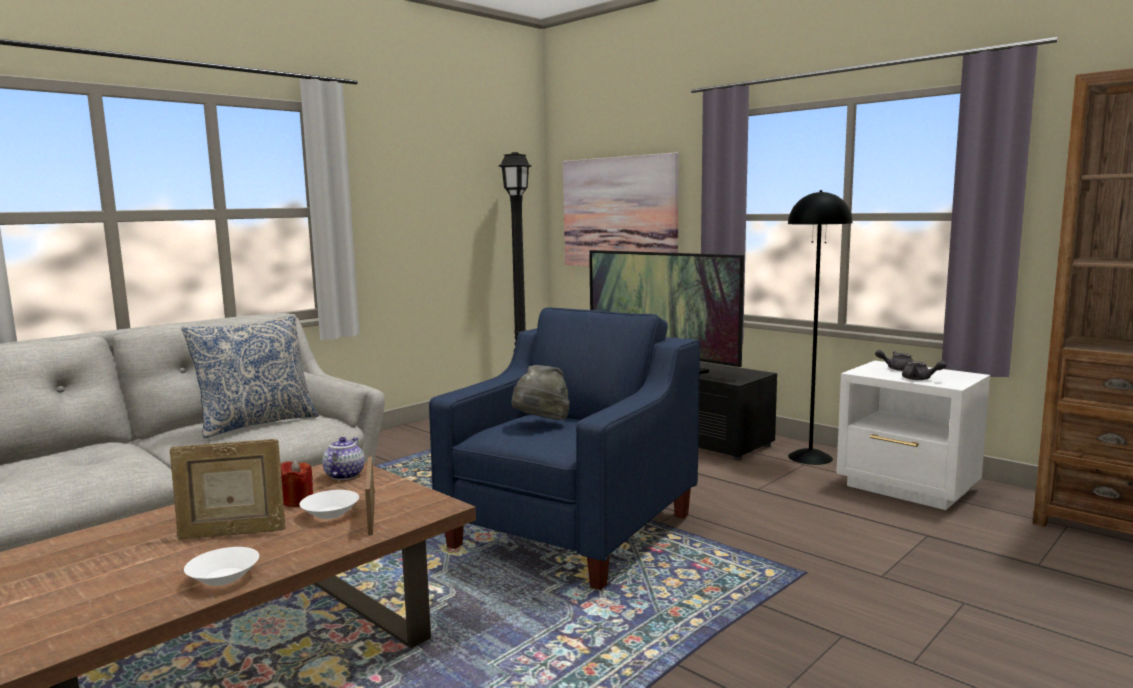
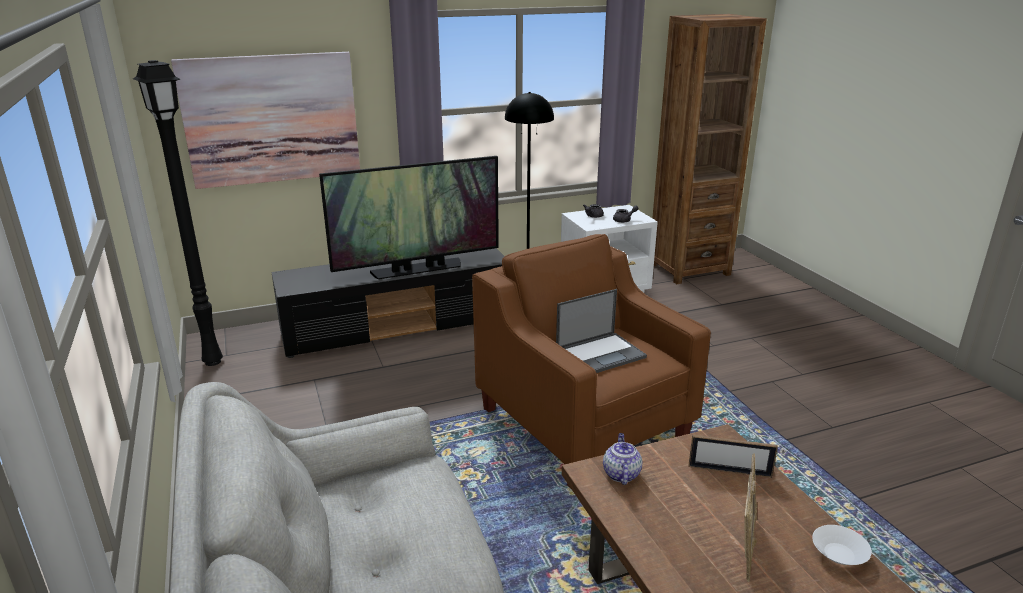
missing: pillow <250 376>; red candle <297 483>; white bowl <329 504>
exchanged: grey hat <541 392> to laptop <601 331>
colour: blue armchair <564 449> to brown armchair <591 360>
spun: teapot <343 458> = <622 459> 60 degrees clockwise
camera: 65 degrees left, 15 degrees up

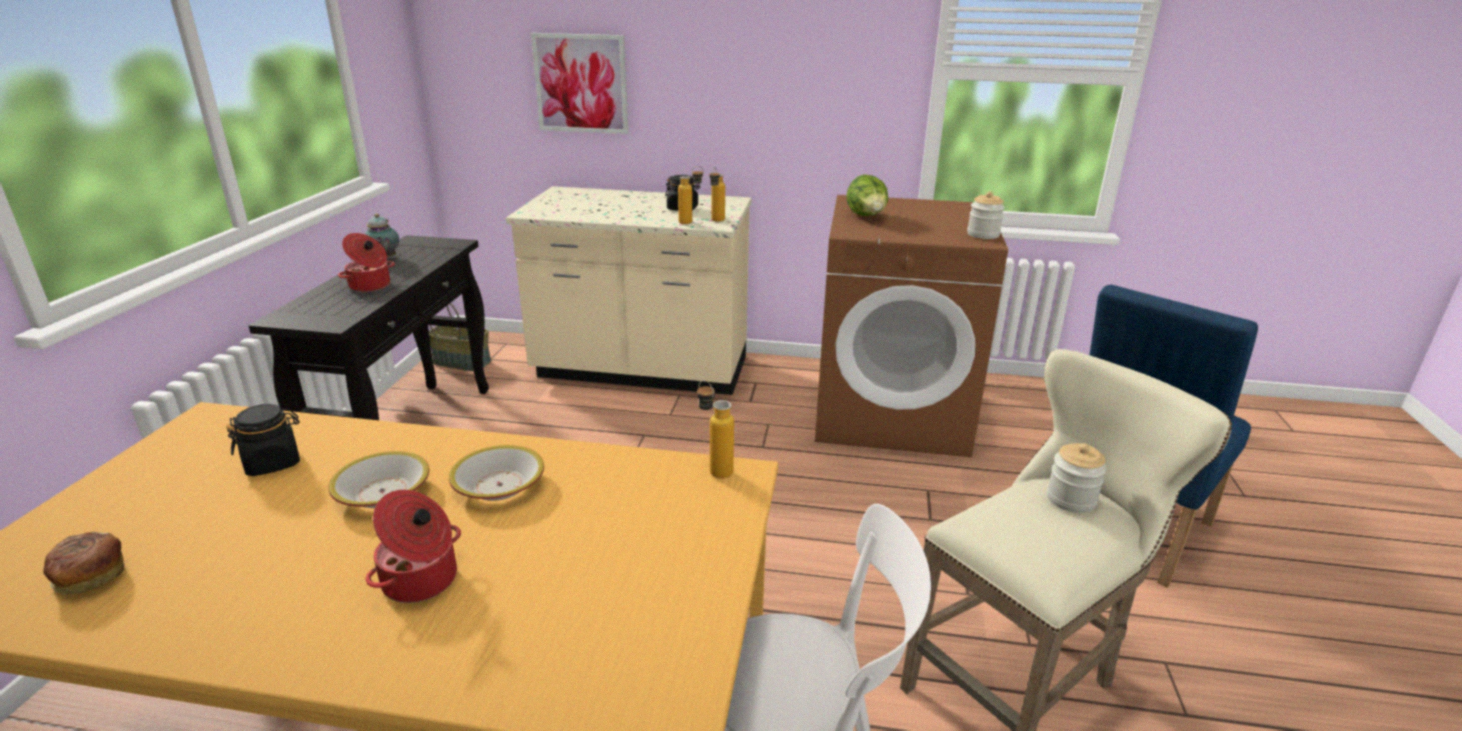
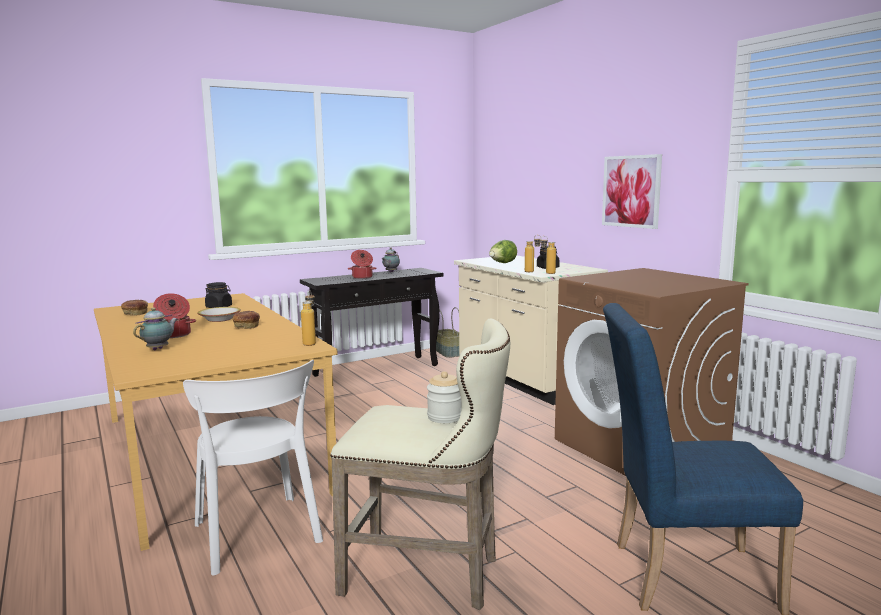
missing: jar <986 215>
appeared: teapot <155 328>
relocated: picture <579 83> to <632 191>; lettuce <867 195> to <503 251>
exchanged: bowl <496 473> to bread <246 320>
camera: 50 degrees right, 15 degrees down

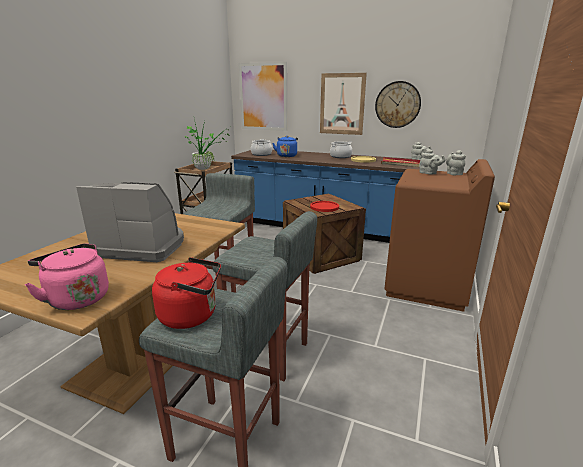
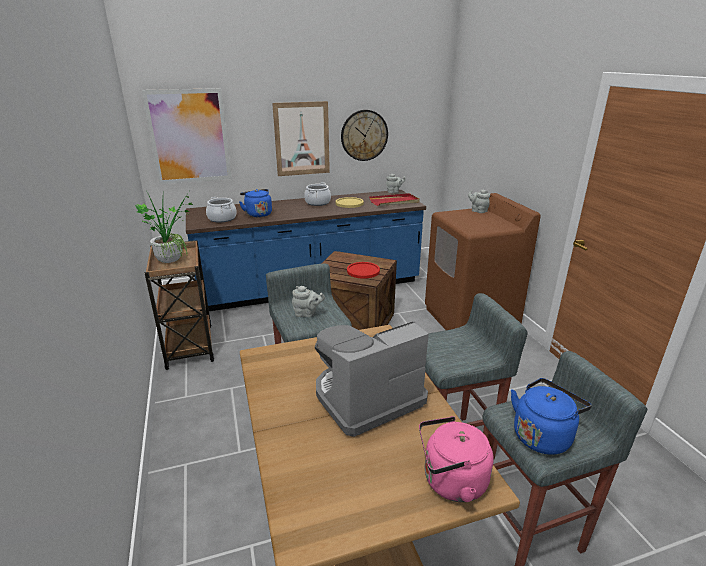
relocated: grey teapot <432 162> to <308 301>
colour: red kettle <186 293> to blue kettle <551 416>
camera: 40 degrees left, 5 degrees up

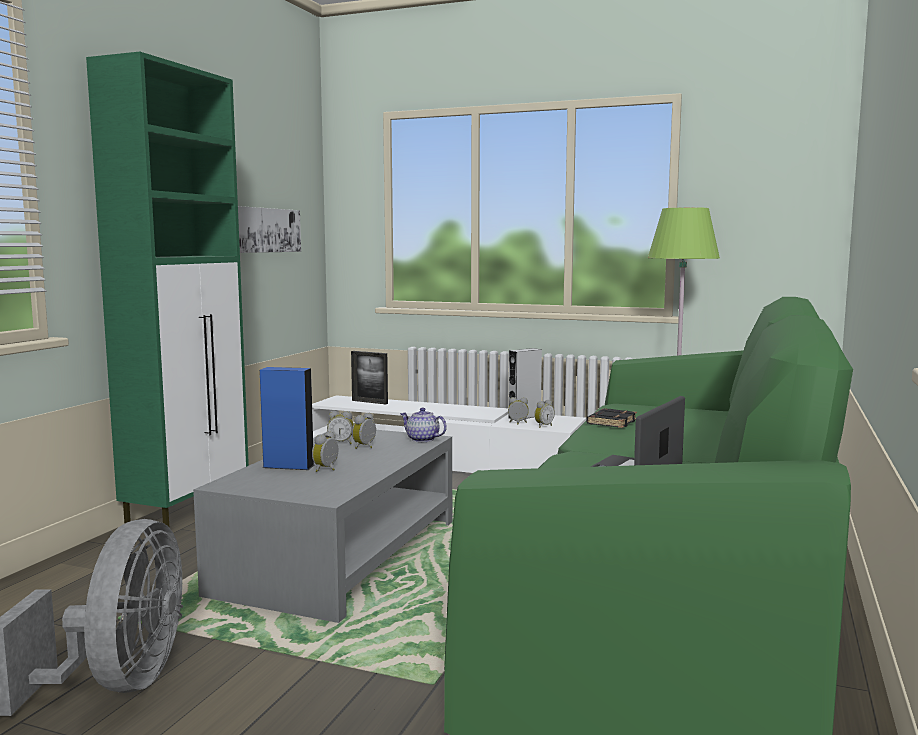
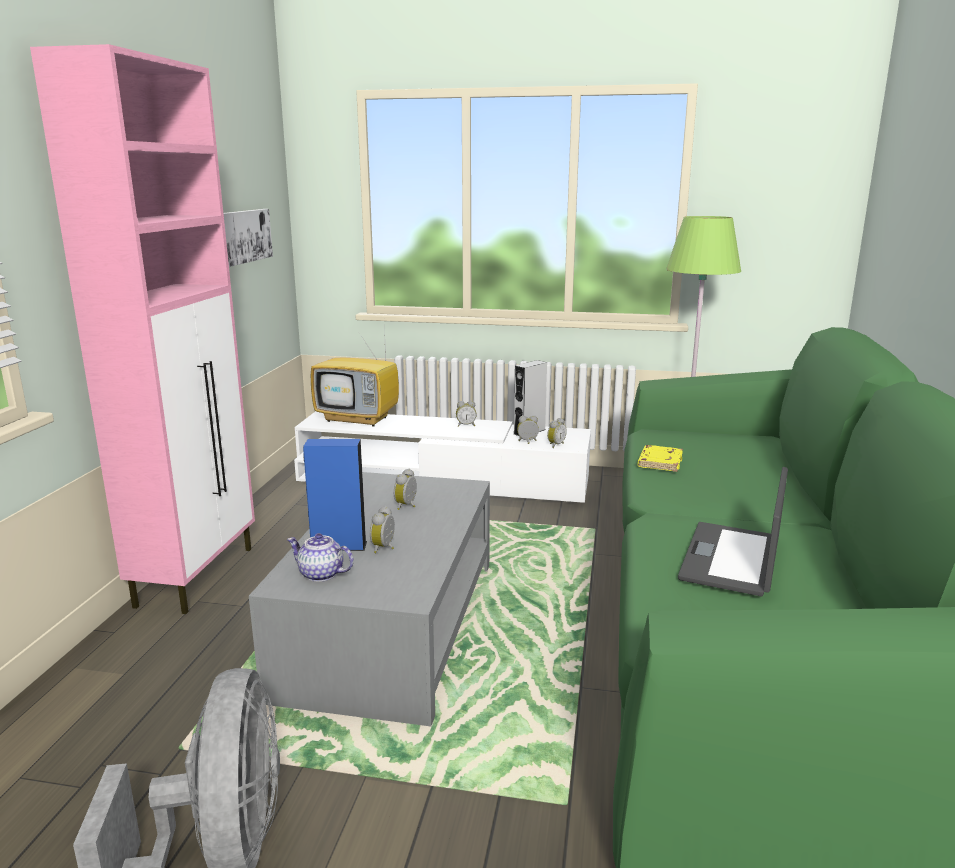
relocated: teapot <423 425> to <320 557>; alarm clock <340 427> to <466 414>
exchanged: picture frame <369 377> to television <355 376>
colour: green cabinet <167 289> to pink cabinet <142 329>; black book <612 418> to yellow book <660 458>
camera: 10 degrees left, 10 degrees up

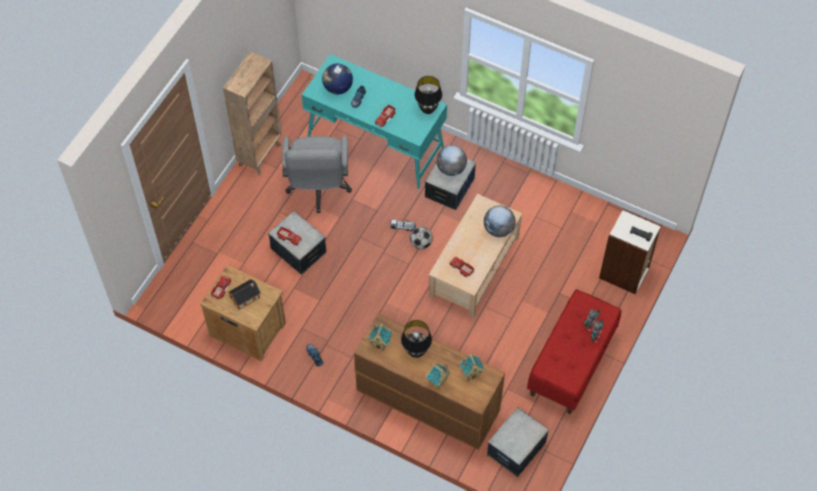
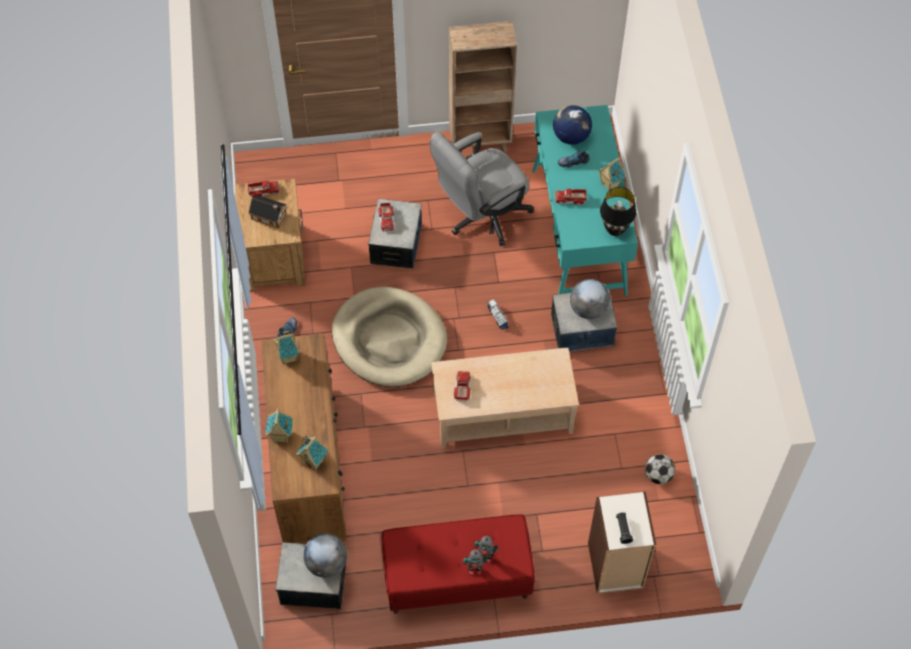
missing: black table lamp <416 339>
appeared: toy house <612 173>; beige dog bed <389 337>
relocated: globe <499 221> to <325 555>; football <421 238> to <660 469>
camera: 55 degrees right, 0 degrees up

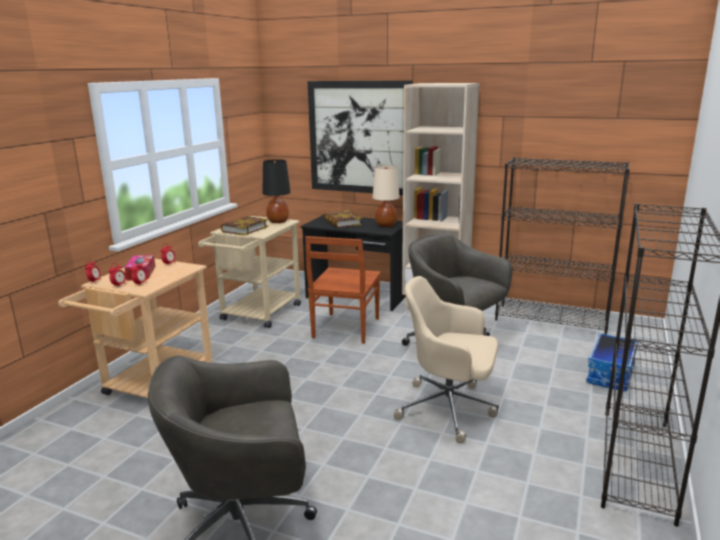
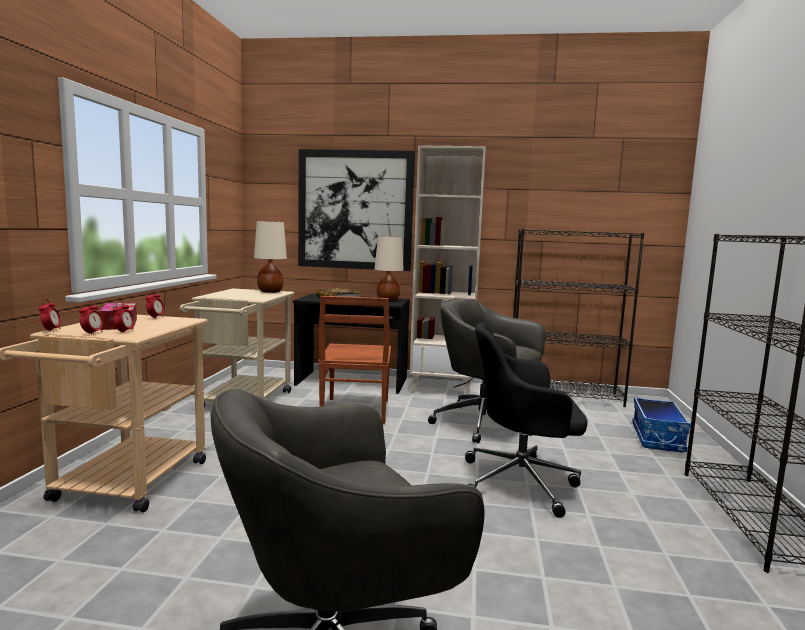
missing: book <244 226>
colour: black table lamp <276 191> to beige table lamp <270 257>; beige office chair <446 359> to black office chair <526 420>
camera: 15 degrees left, 10 degrees down

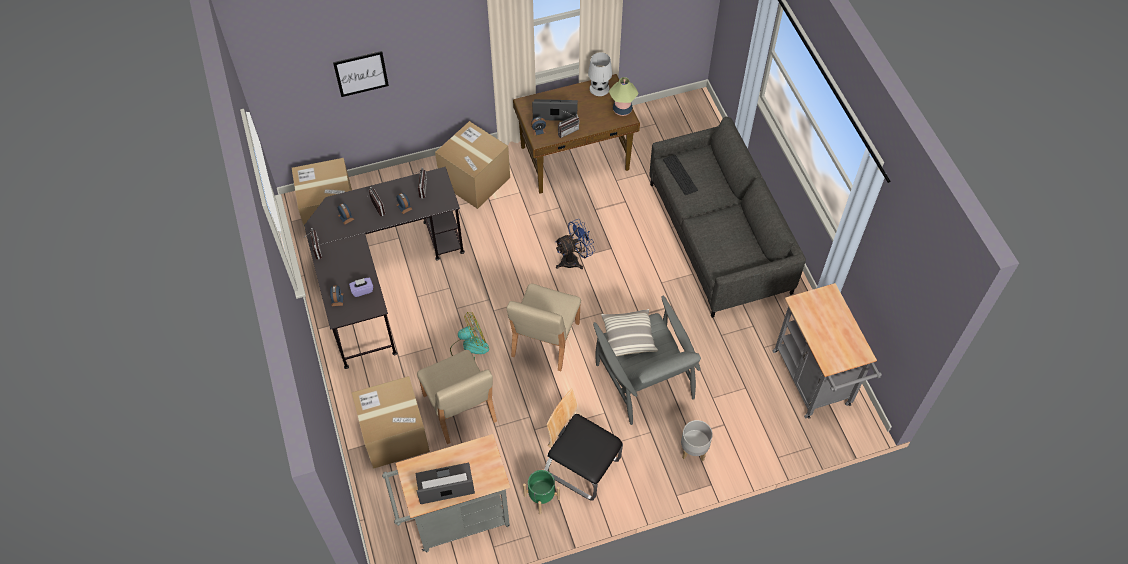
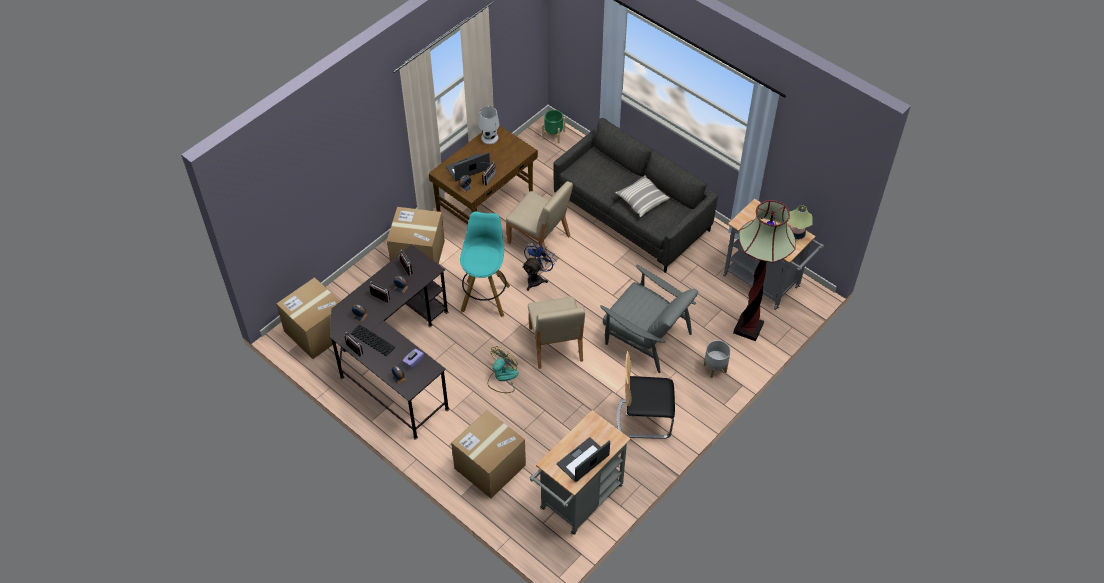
missing: picture <361 74>
appeared: floor lamp <764 270>; turquoise stool <485 264>
relocated: table lamp <624 96> to <800 222>; keyboard <680 175> to <373 340>; pillow <629 332> to <642 196>; beige chair <457 397> to <539 222>; green planter <541 491> to <553 127>
camera: 30 degrees left, 5 degrees down

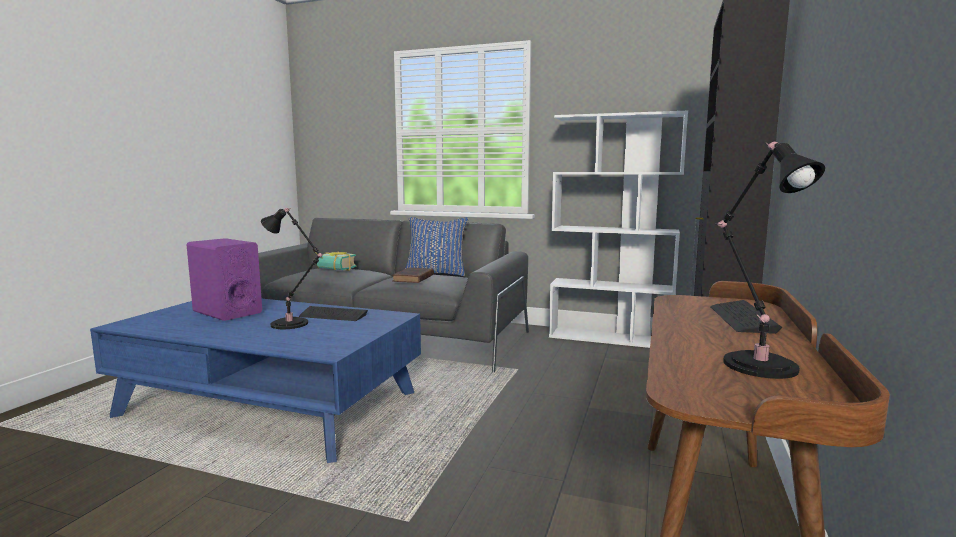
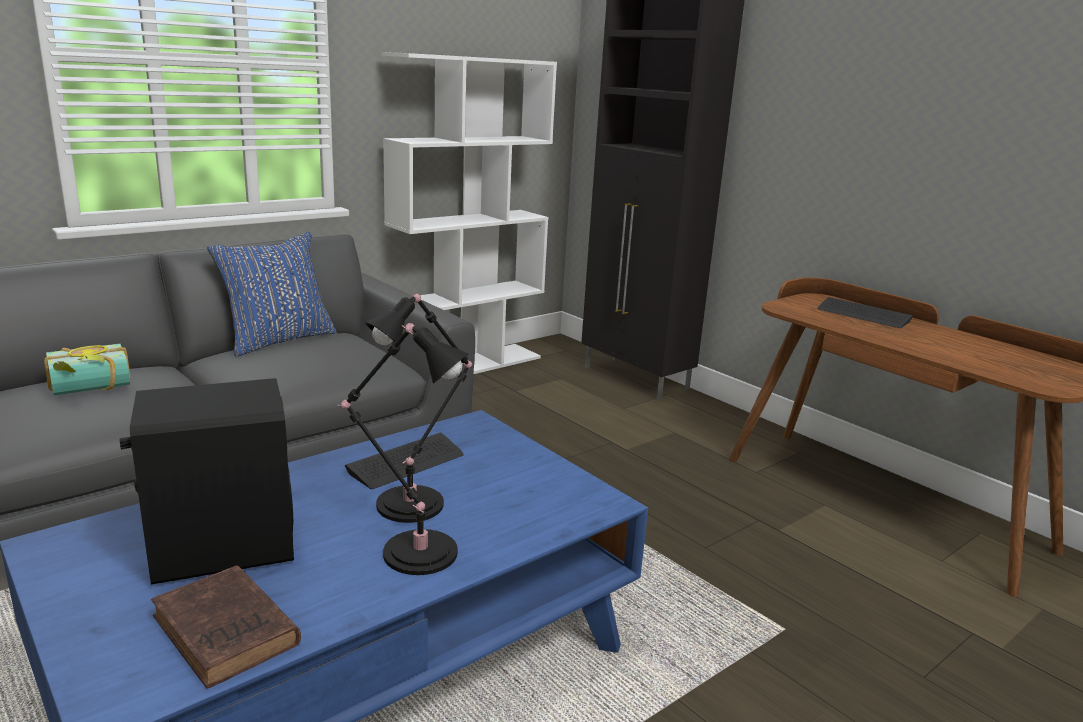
relocated: black table lamp <770 260> to <402 449>; brown book <413 275> to <226 627>
colour: purple speaker <224 279> to black speaker <207 481>
camera: 60 degrees left, 10 degrees up

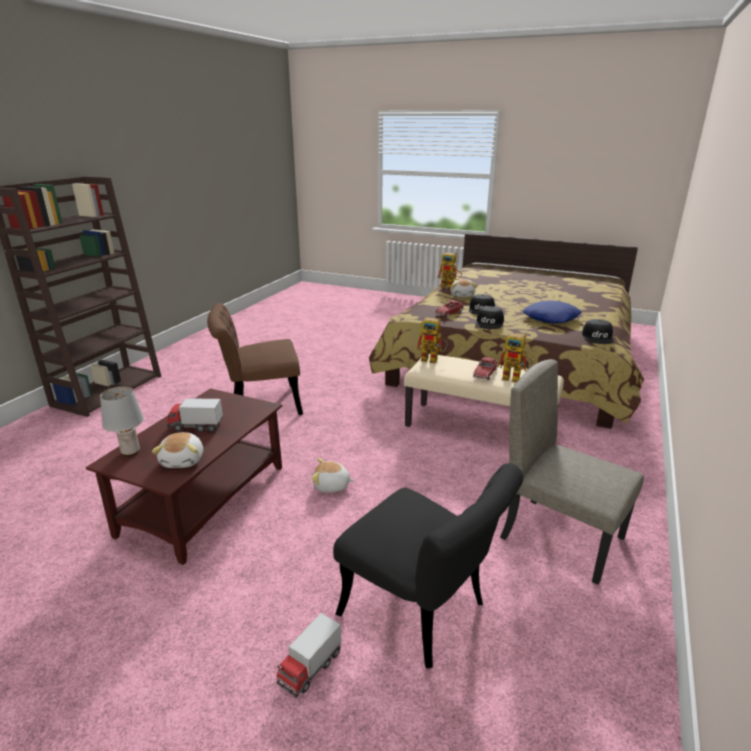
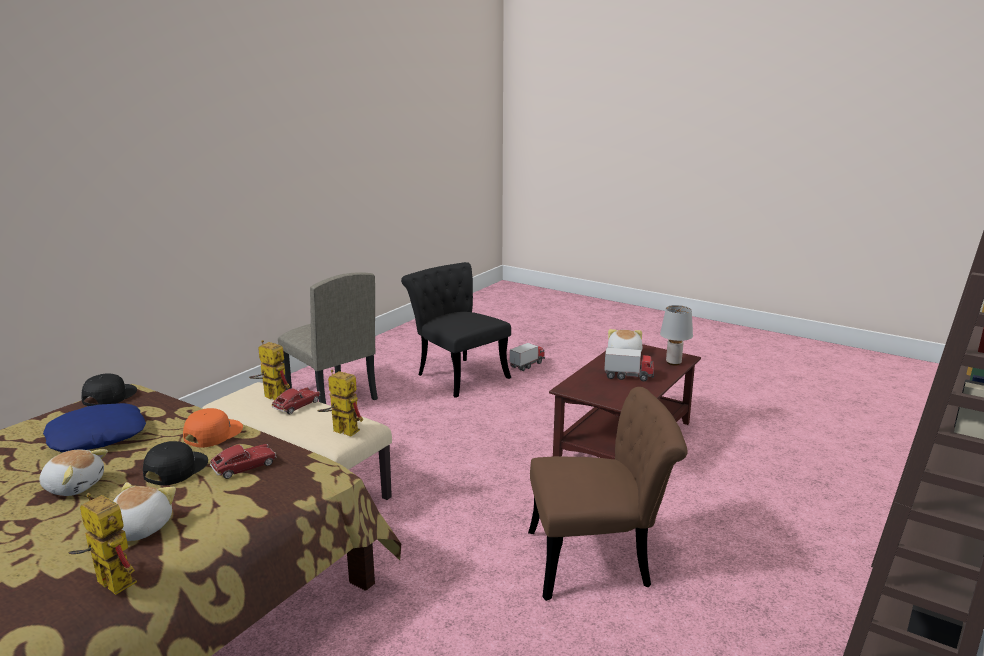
relocated: plush toy <333 475> to <73 472>
colour: black cap <489 317> to orange cap <213 428>
camera: 170 degrees left, 5 degrees down

